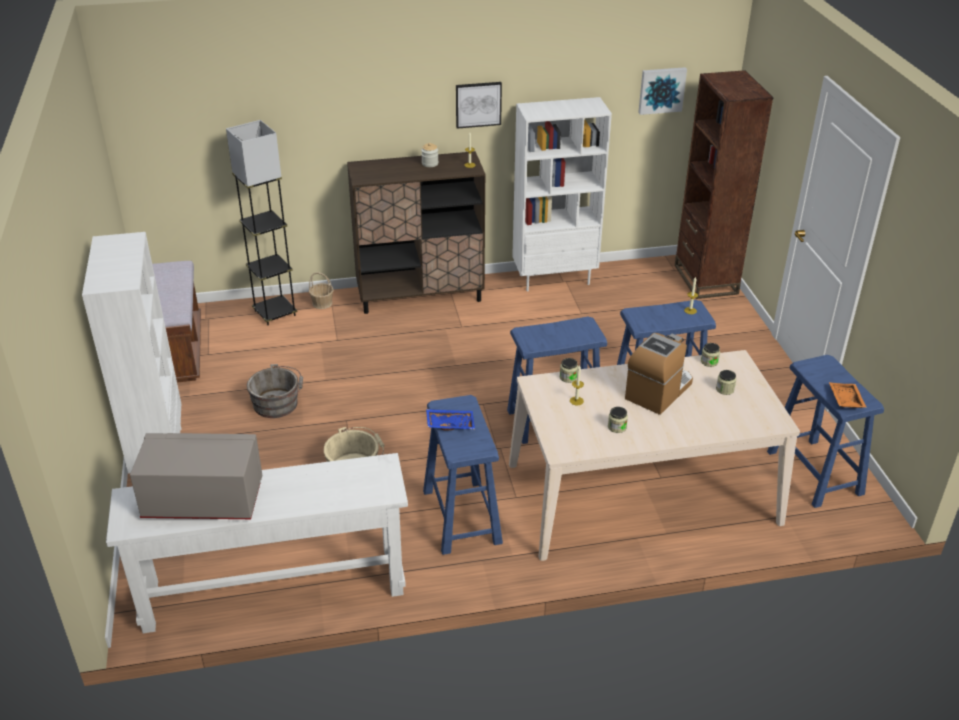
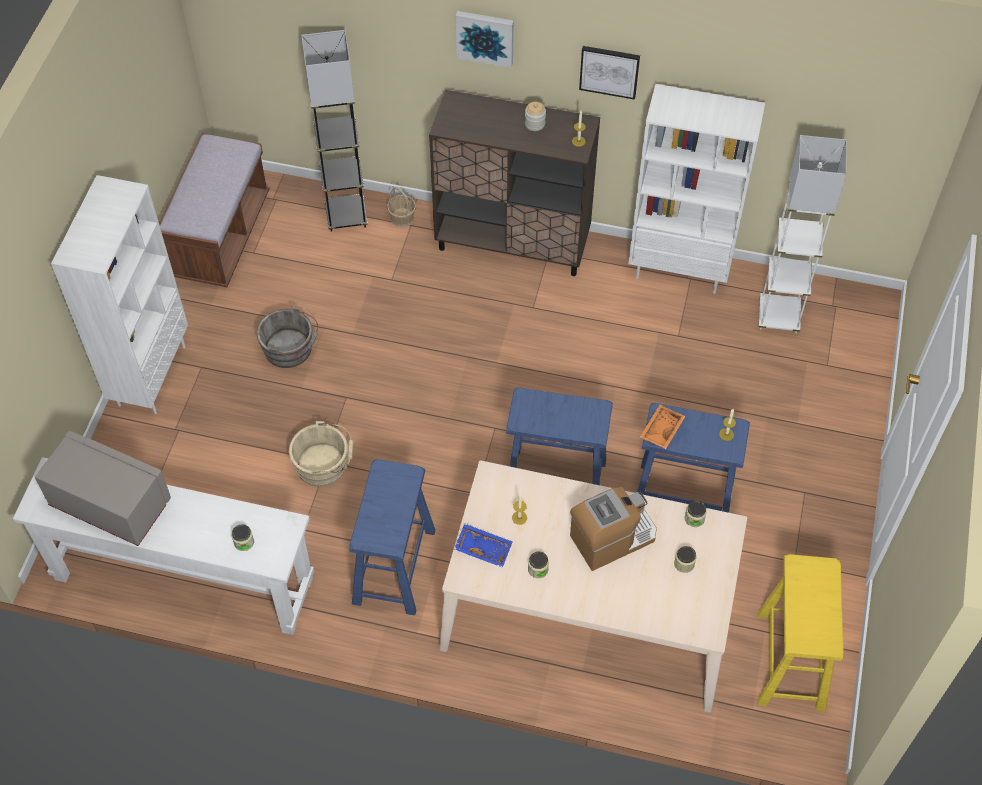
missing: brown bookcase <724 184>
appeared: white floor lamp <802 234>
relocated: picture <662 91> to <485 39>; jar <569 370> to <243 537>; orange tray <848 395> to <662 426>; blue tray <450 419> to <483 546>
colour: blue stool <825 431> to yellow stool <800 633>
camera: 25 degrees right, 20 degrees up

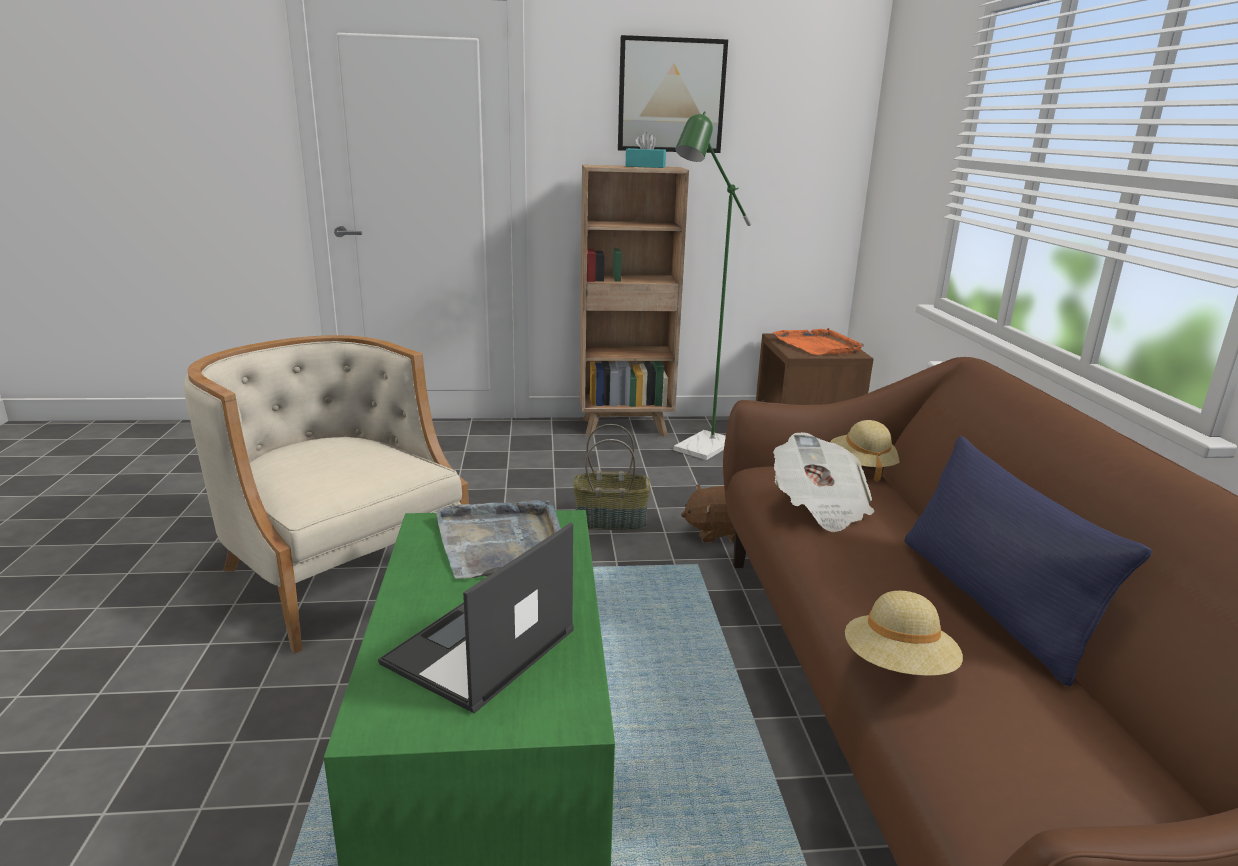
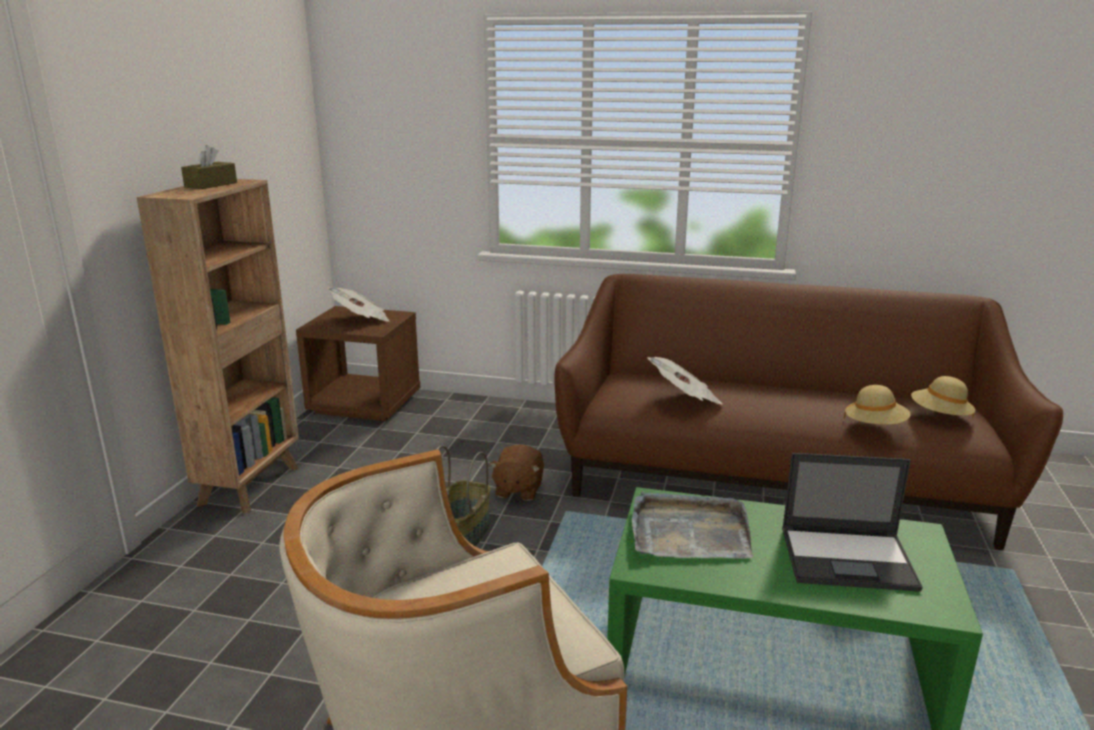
missing: picture <673 94>; green floor lamp <712 285>; blue pillow <1028 561>
relocated: beige hat <865 451> to <943 397>
exchanged: orange tray <818 341> to newspaper <358 304>
colour: turquoise tissue box <645 150> to brown tissue box <209 167>
spun: laptop <476 618> = <852 522> 45 degrees counterclockwise
camera: 70 degrees left, 0 degrees up

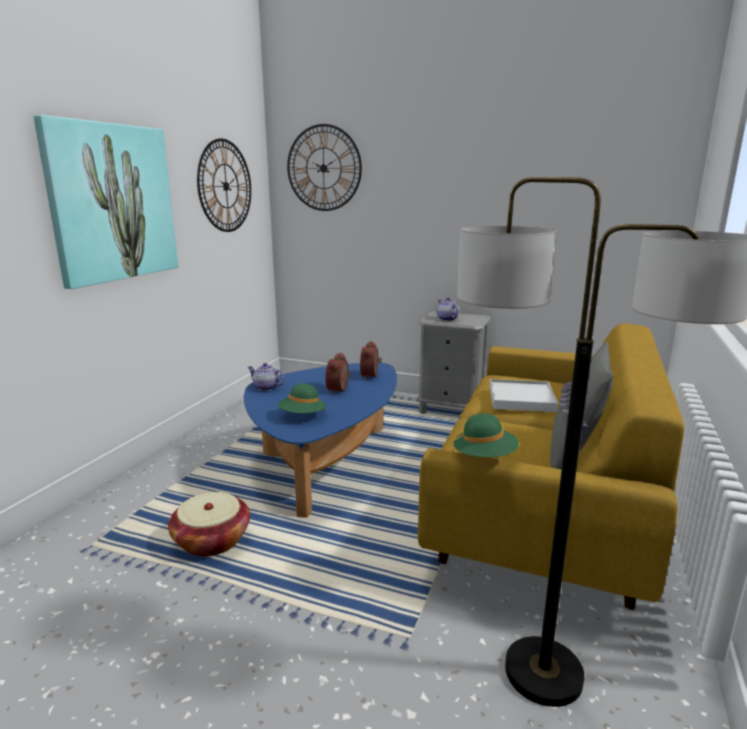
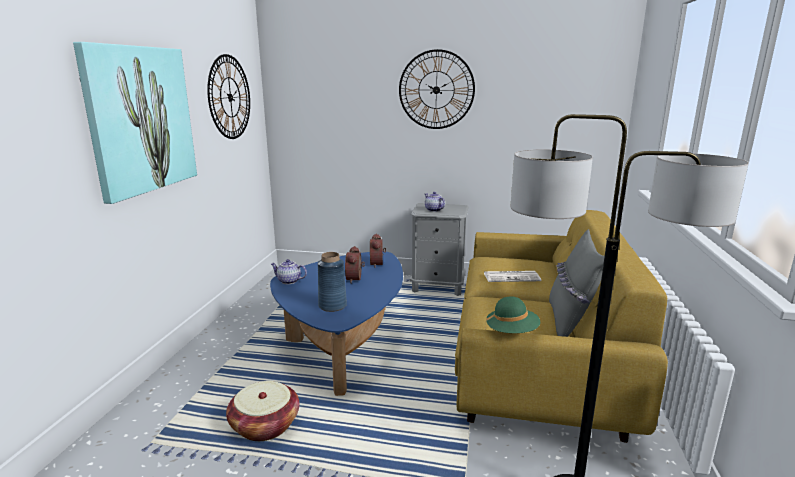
relocated: wall clock <324 167> to <437 89>
exchanged: white tray <524 395> to newspaper <512 276>; green hat <302 398> to blue vase <332 282>
camera: 10 degrees left, 0 degrees up

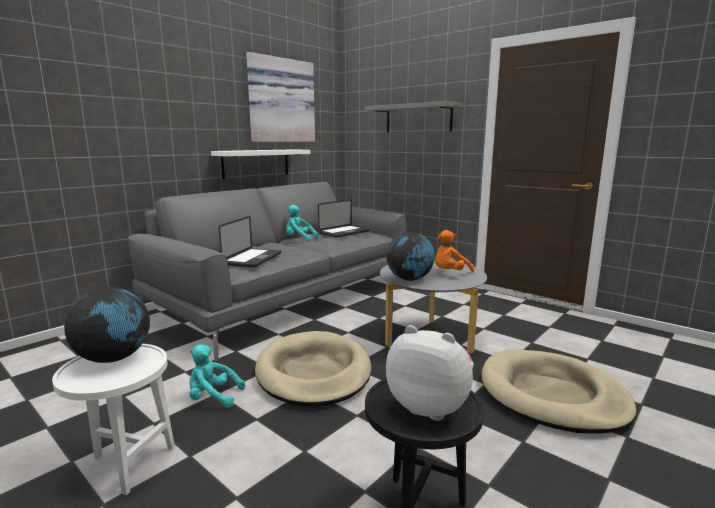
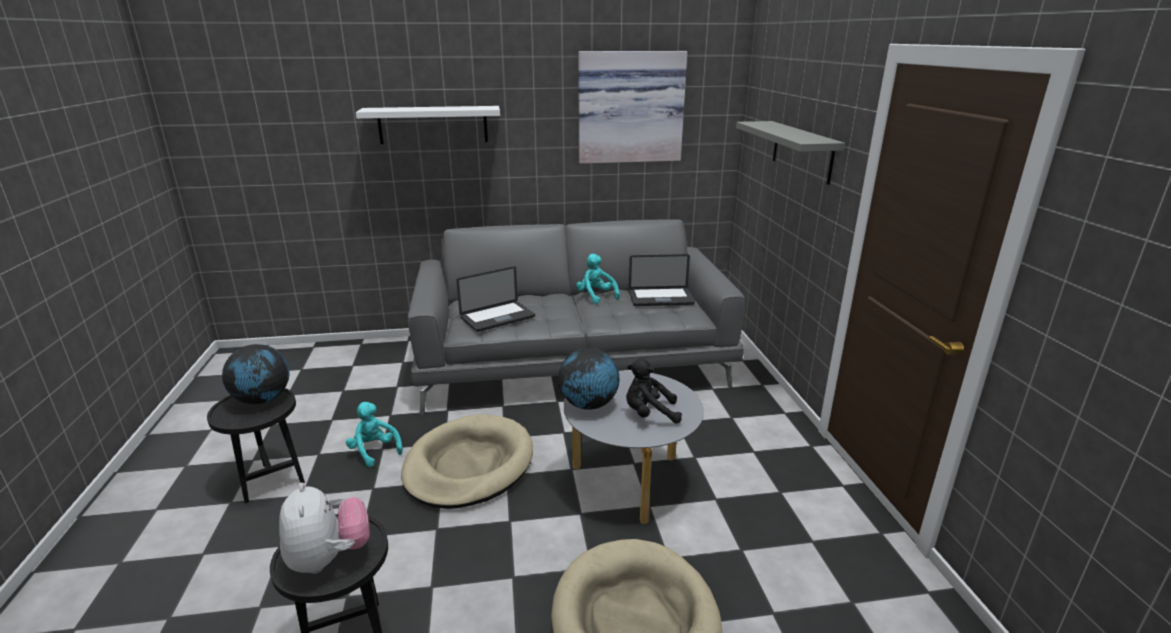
relocated: white shelf <261 164> to <428 125>
colour: orange plush toy <454 251> to black plush toy <654 391>; white side table <113 419> to black side table <256 445>
camera: 40 degrees right, 10 degrees up

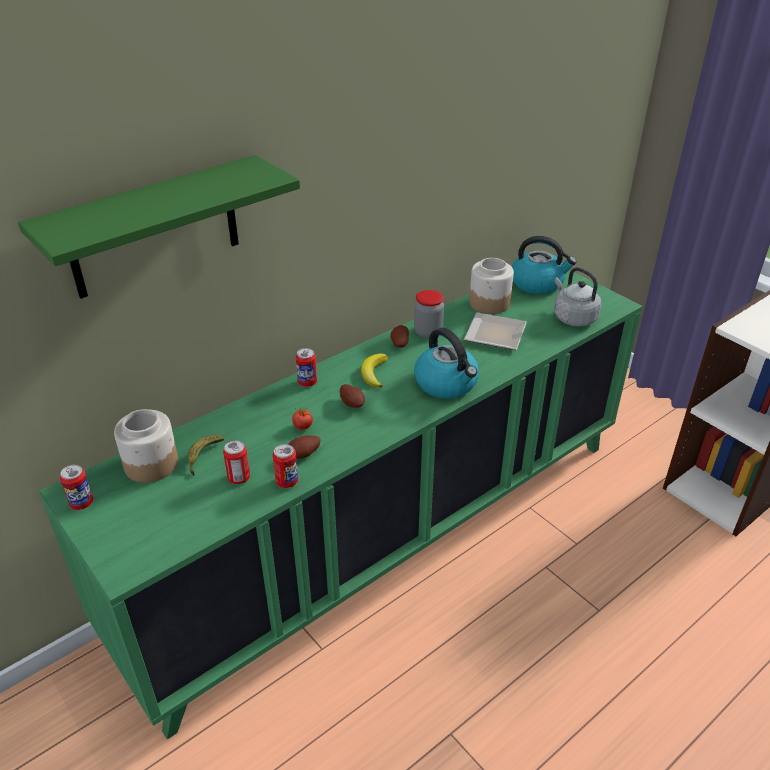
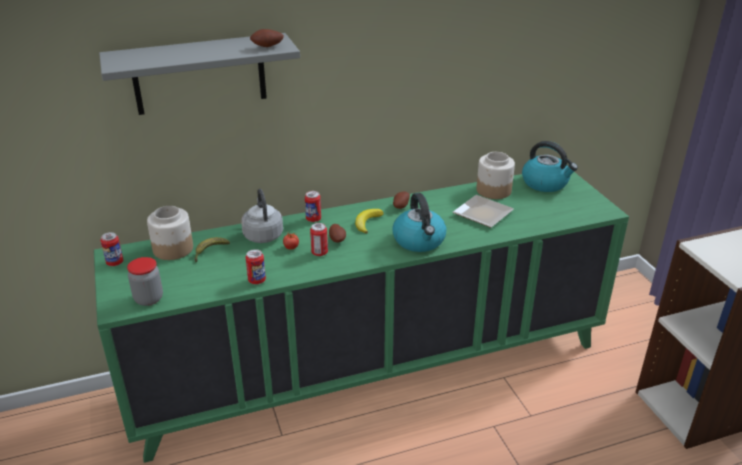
relocated: grey kettle <577 296> to <262 216>; jar <429 314> to <145 281>; potato <304 447> to <267 38>; can <236 462> to <319 239>
colour: green shelf <159 227> to grey shelf <199 74>
camera: 20 degrees right, 5 degrees down

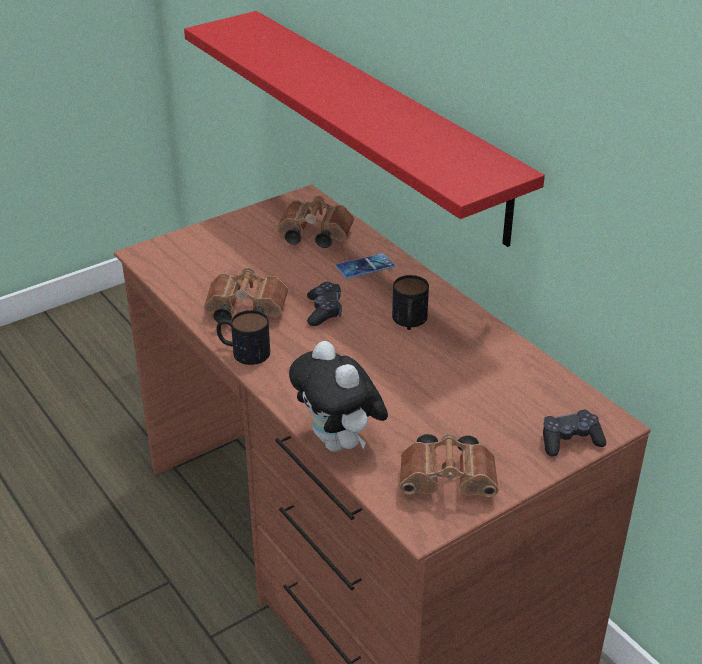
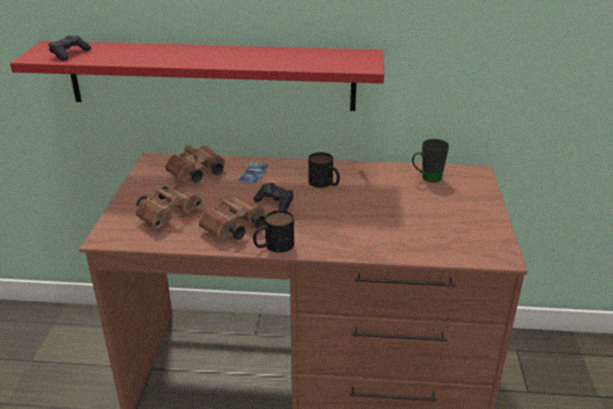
missing: plush toy <338 396>
appeared: black mug <430 161>
relocated: black game controller <574 433> to <69 48>; brown binoculars <449 465> to <168 207>
camera: 50 degrees left, 5 degrees down

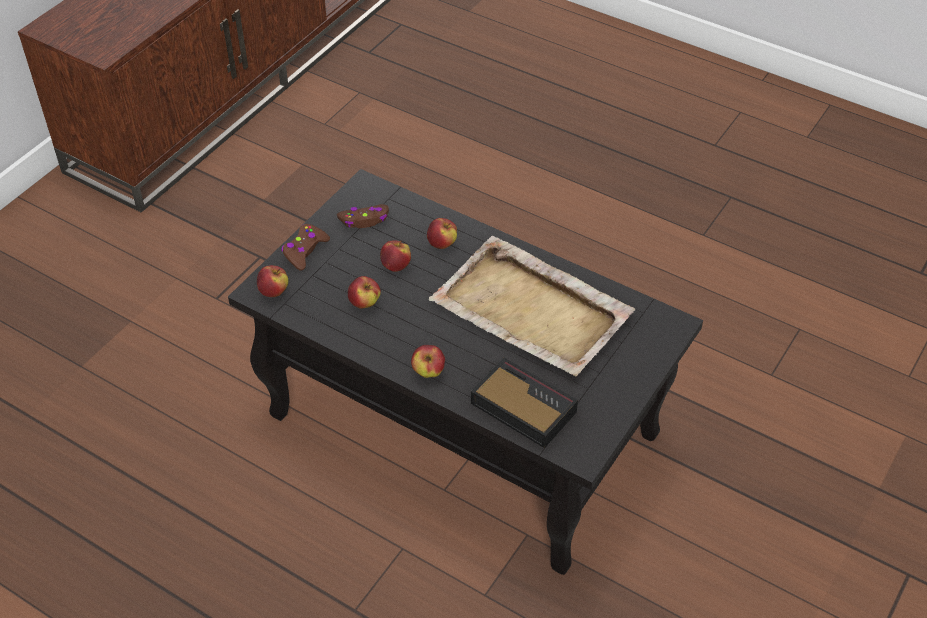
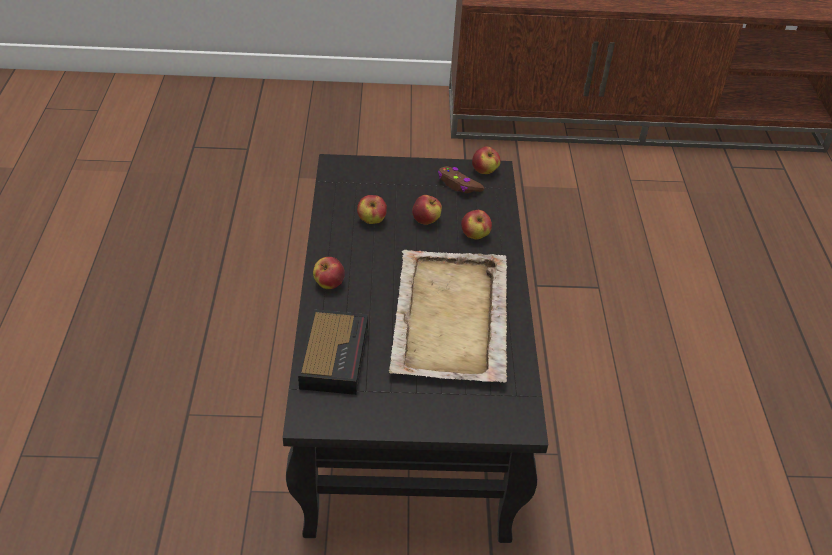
missing: brown game controller <305 247>
relocated: apple <272 281> to <486 160>
camera: 55 degrees right, 5 degrees down

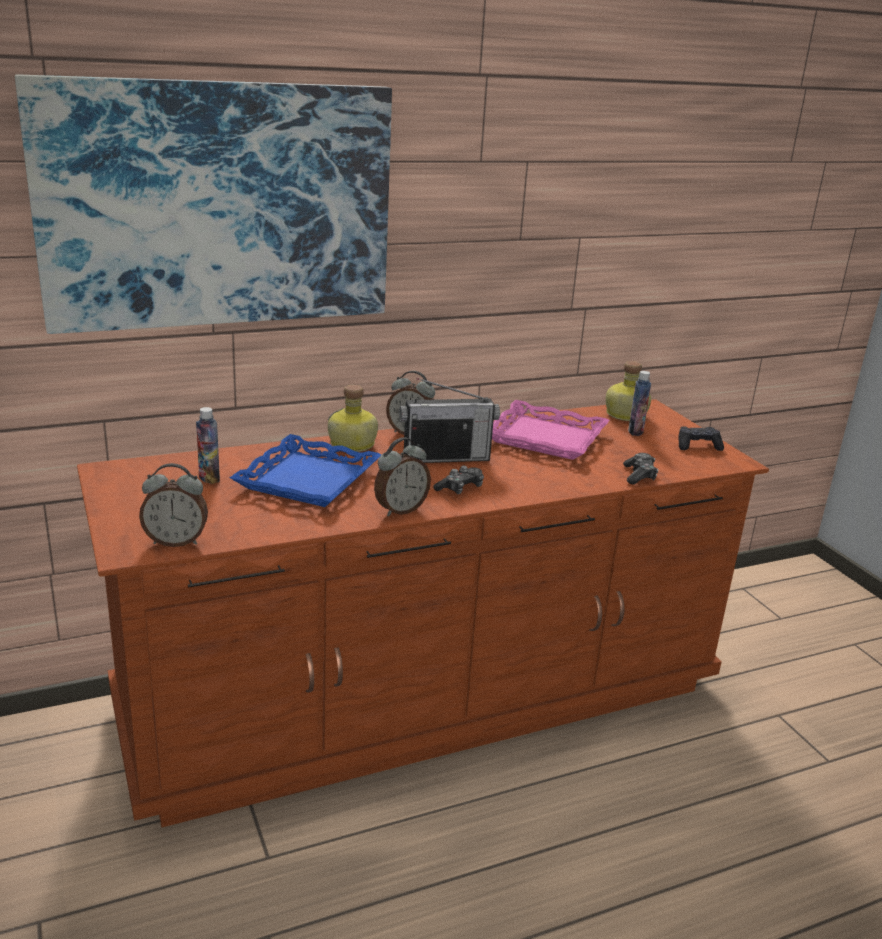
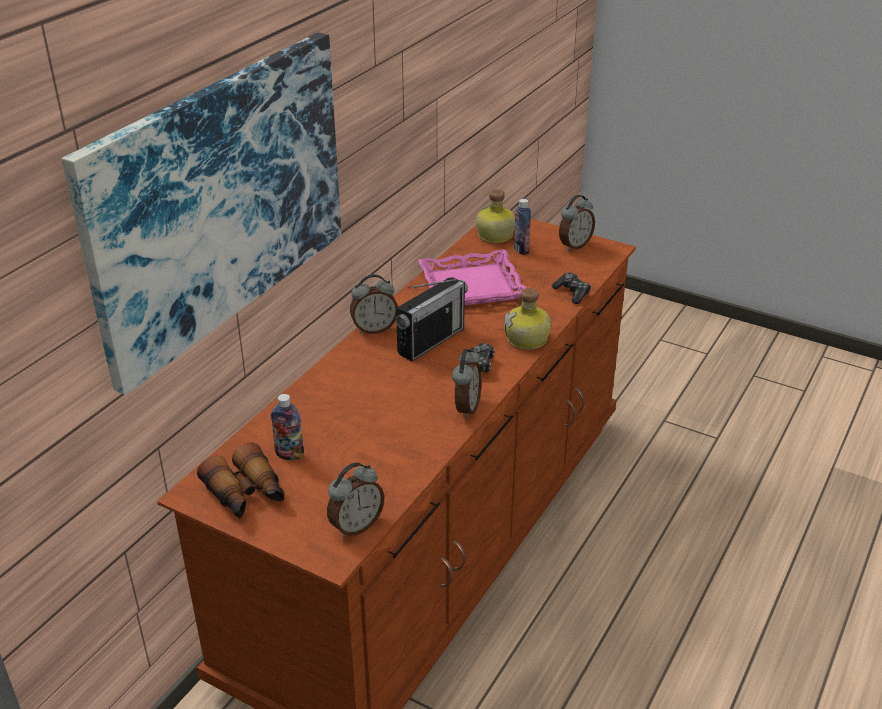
missing: blue tray <306 470>
appeared: binoculars <240 480>
relocated: bottle <353 418> to <527 319>
exchanged: black game controller <701 439> to alarm clock <577 223>
camera: 35 degrees left, 10 degrees up

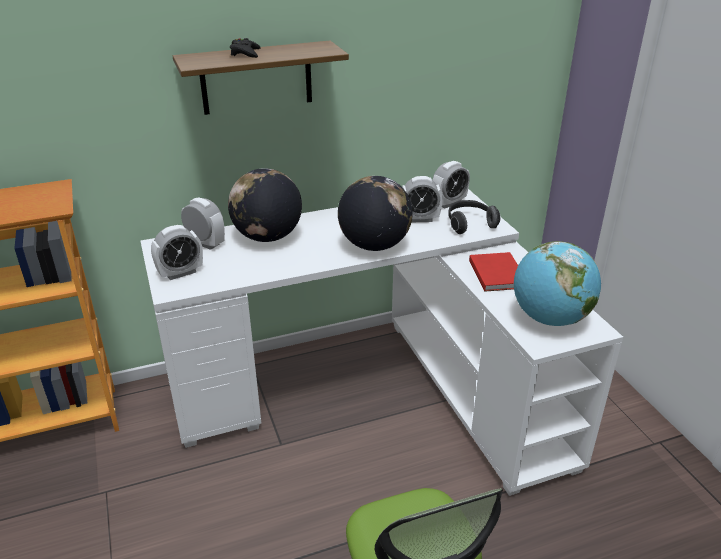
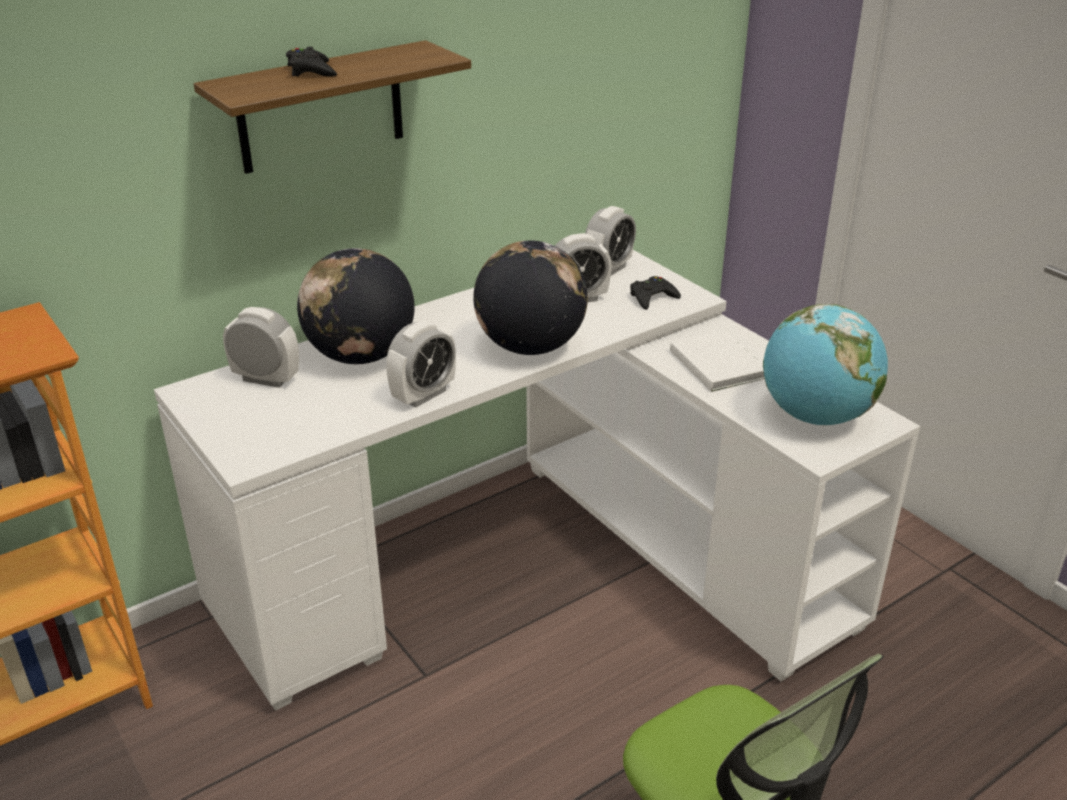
relocated: alarm clock <177 252> to <421 364>
exchanged: headphones <474 217> to black game controller <655 293>
colour: red book <493 272> to white book <717 361>
camera: 15 degrees left, 0 degrees up

